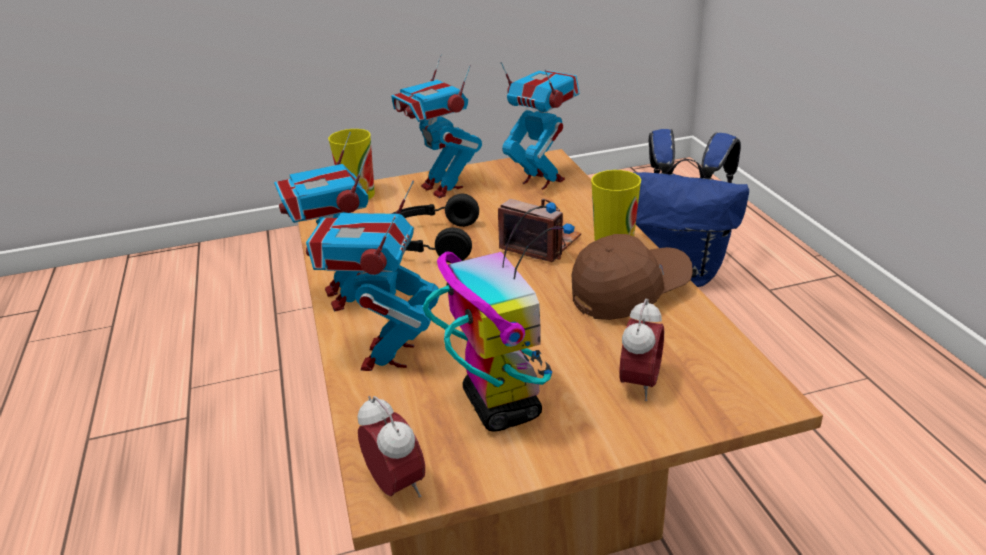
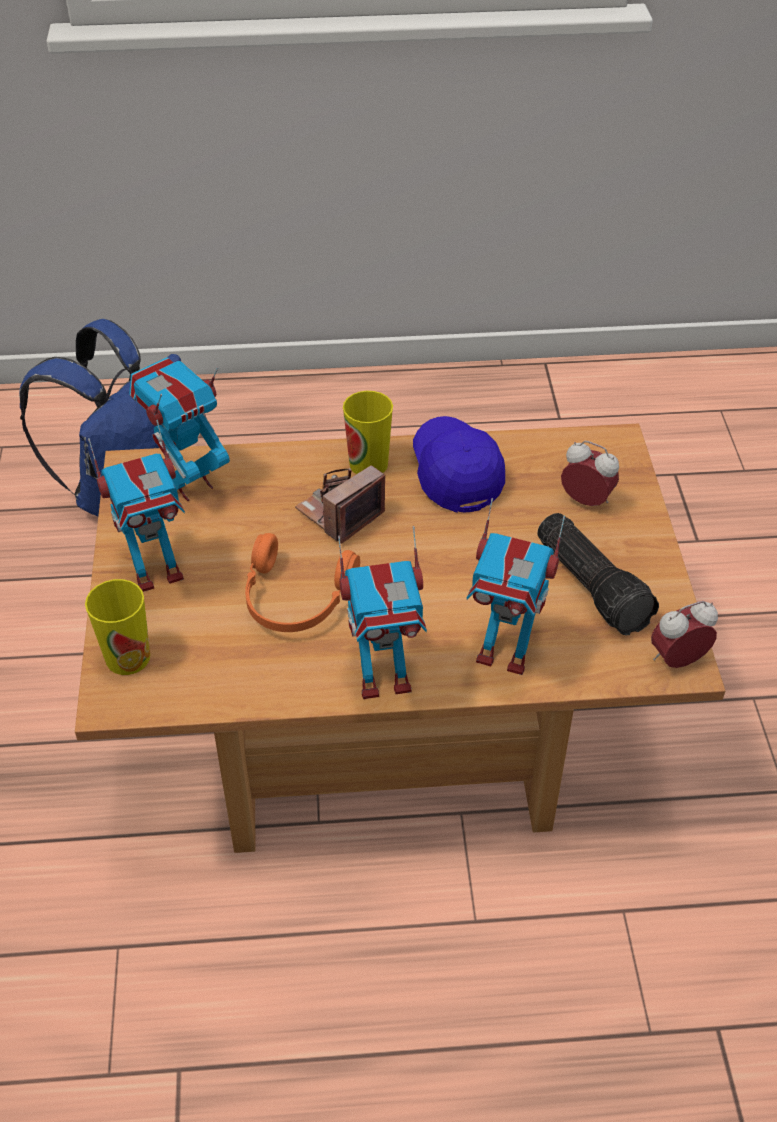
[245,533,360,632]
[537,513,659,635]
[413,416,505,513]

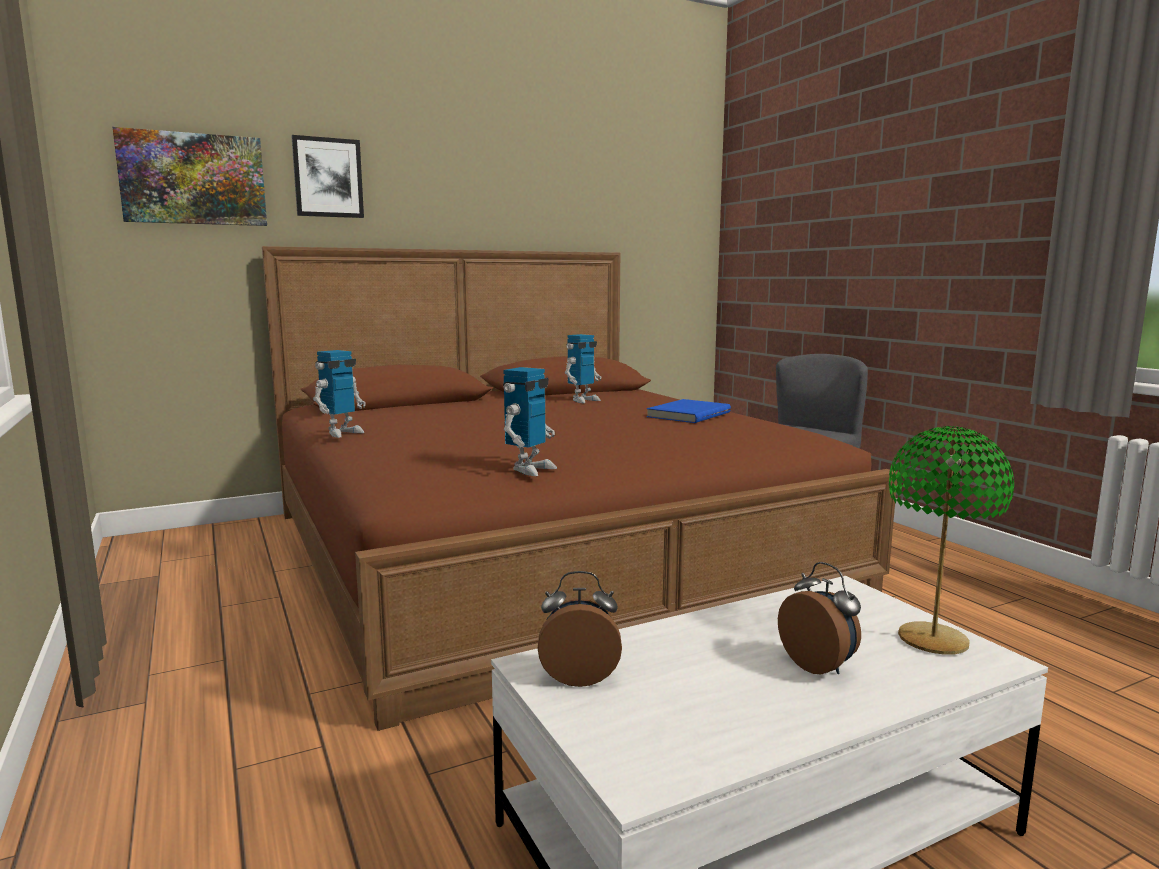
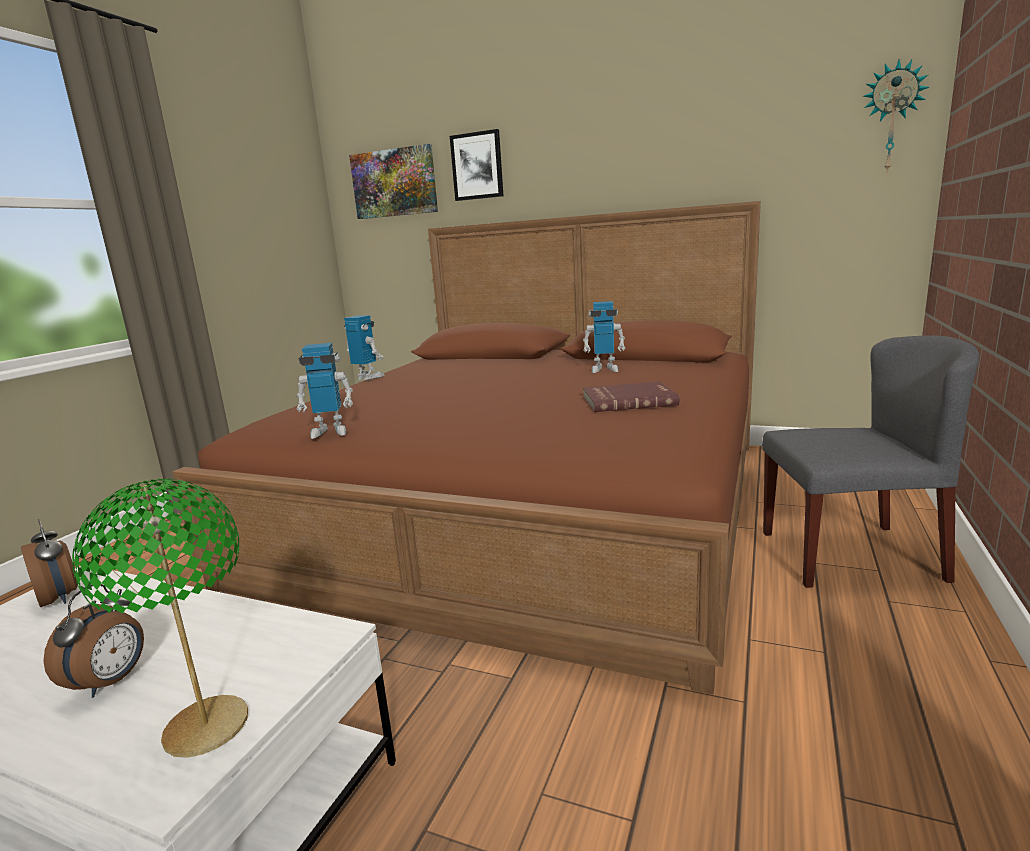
[344,315,385,380]
[583,381,680,412]
[863,59,929,173]

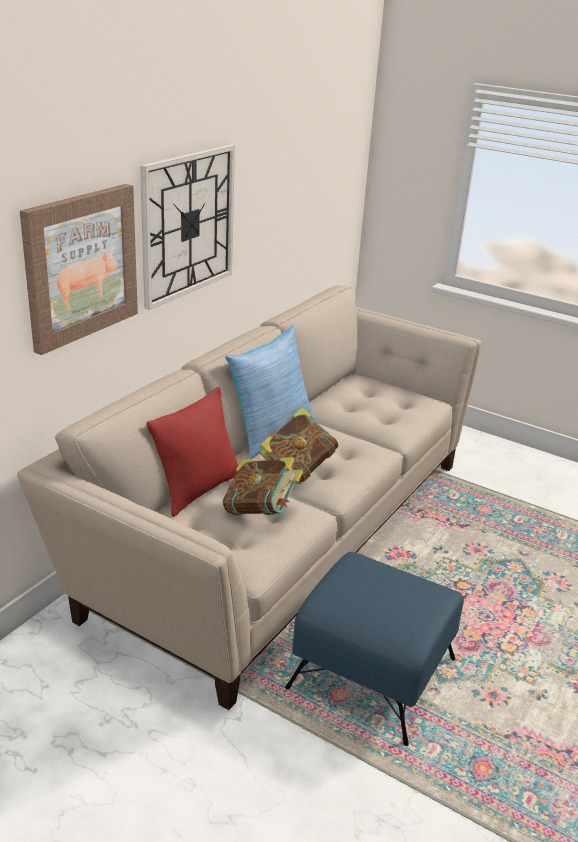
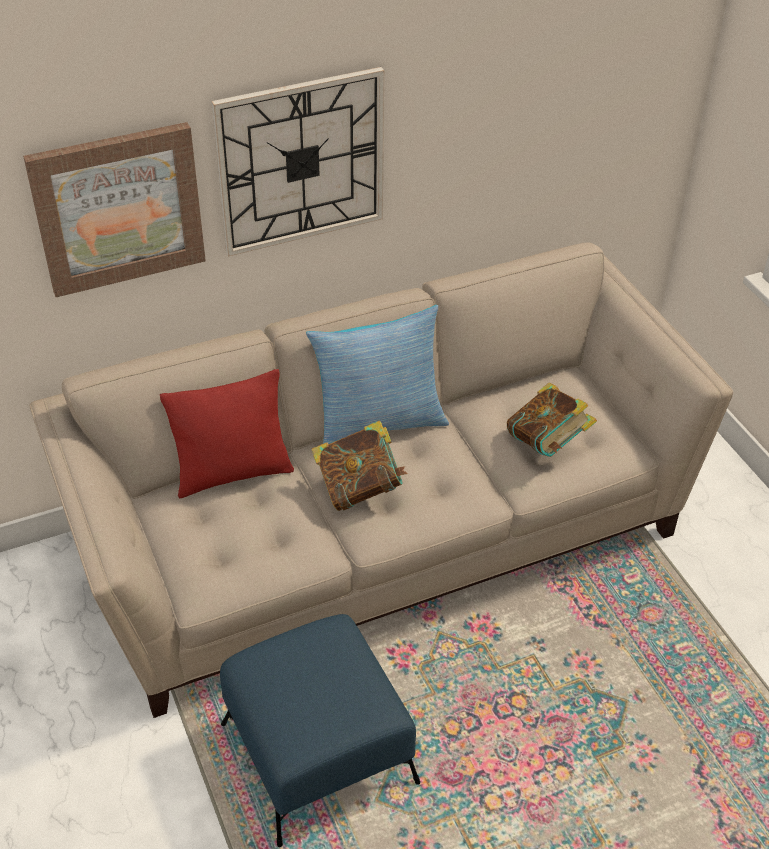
[507,383,597,457]

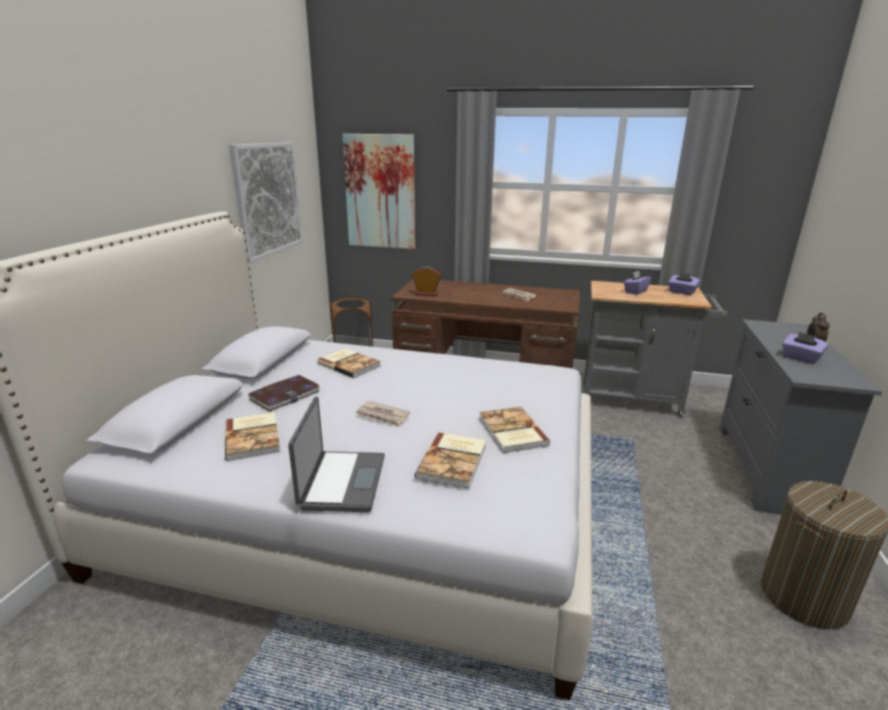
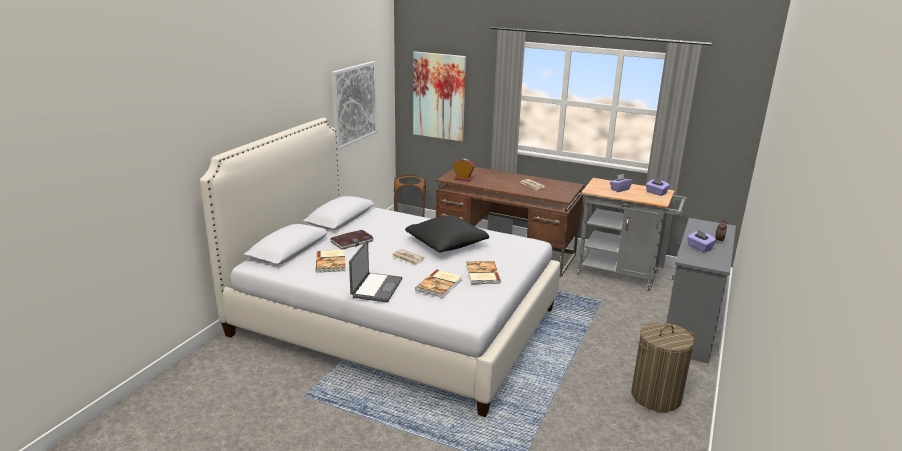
[317,348,381,378] (first image)
[405,215,489,253]

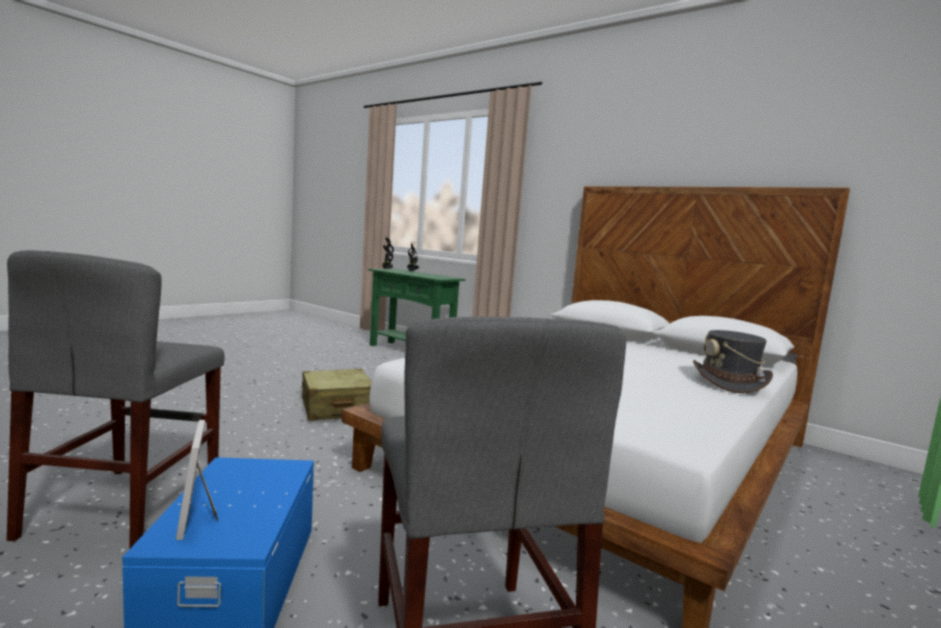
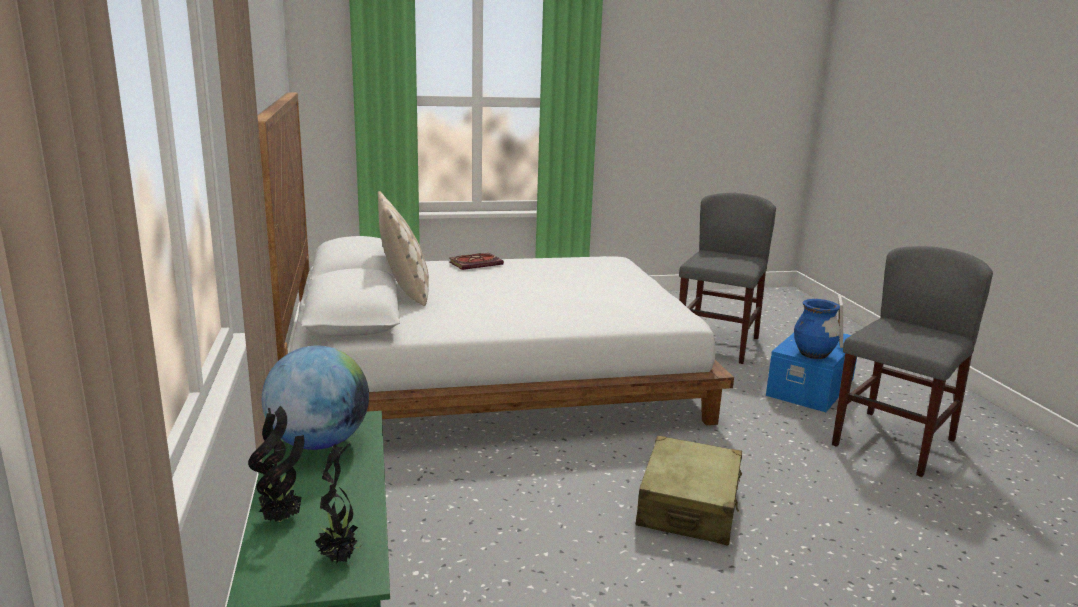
[449,253,504,270]
[378,191,429,306]
[794,299,841,359]
[262,346,369,450]

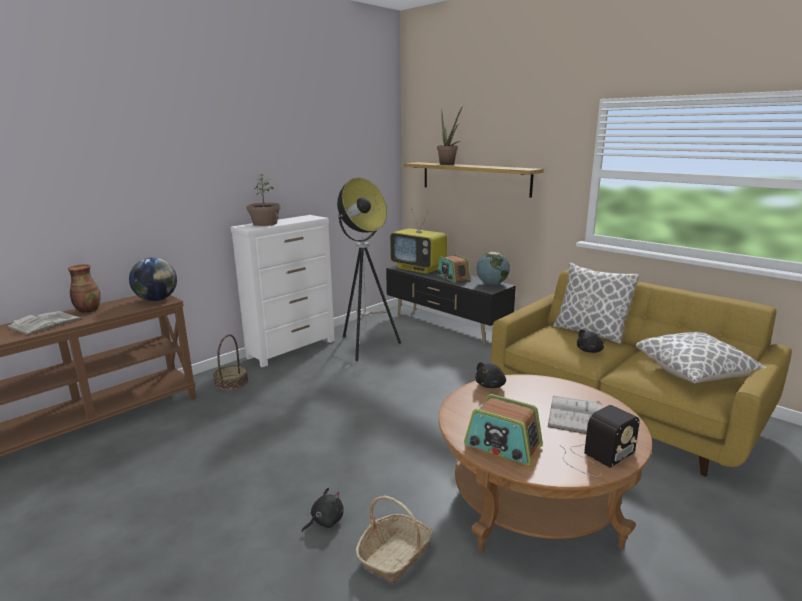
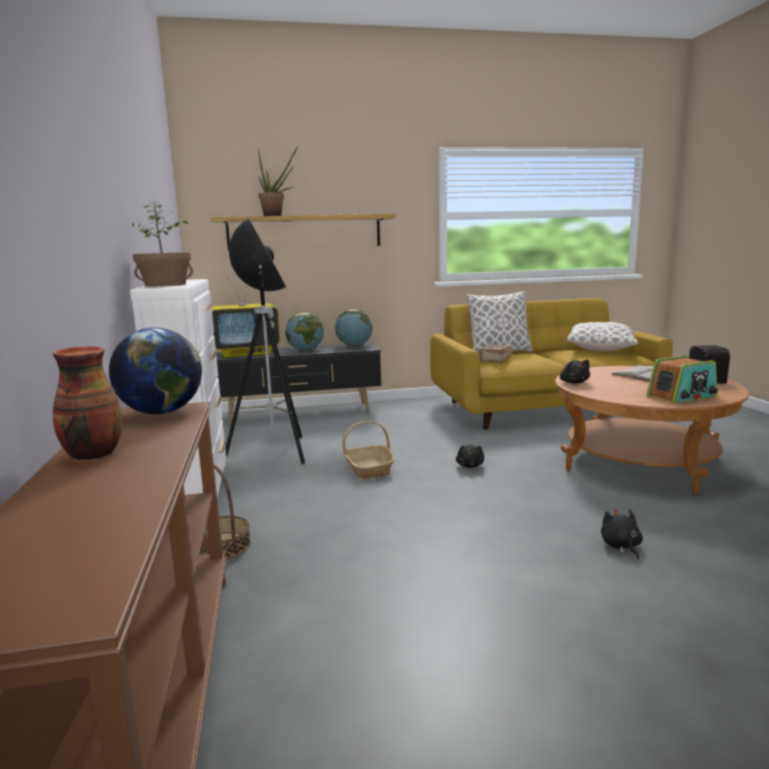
[285,313,324,351]
[6,311,83,336] (first image)
[456,445,484,468]
[342,421,395,479]
[479,344,512,363]

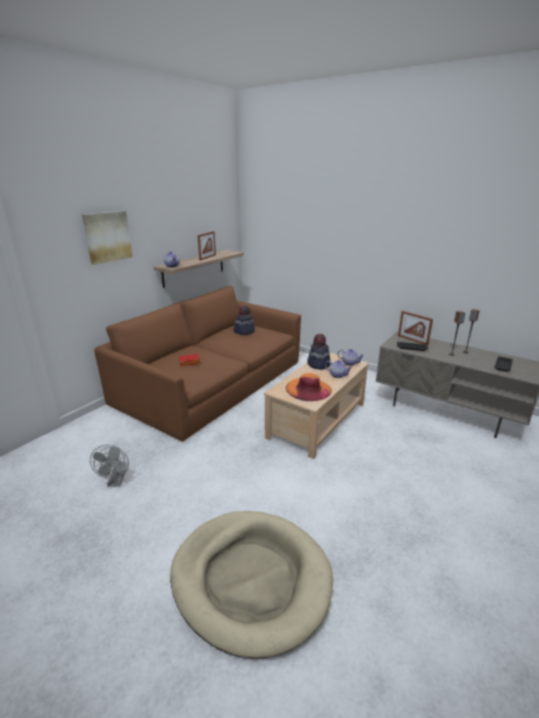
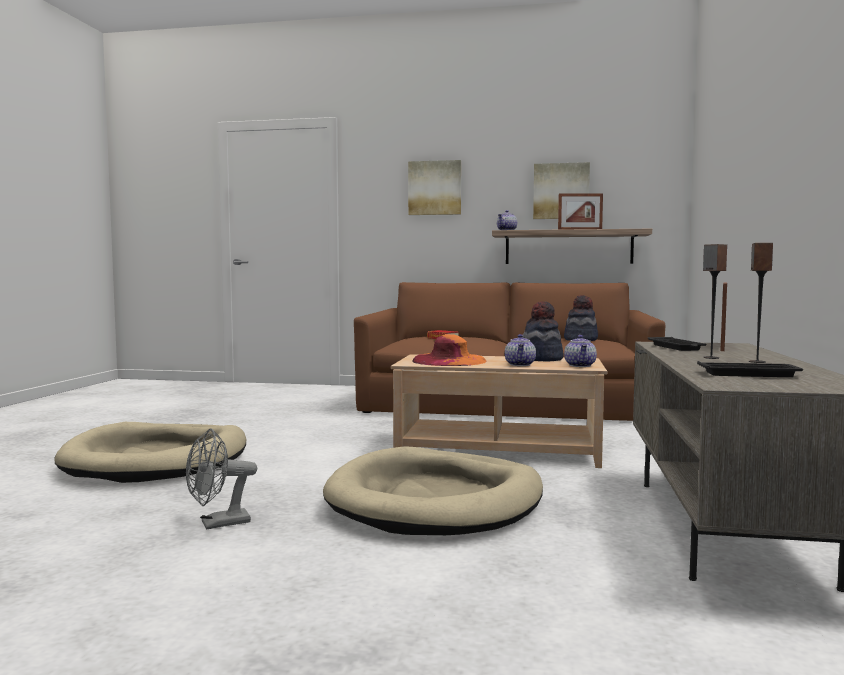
[186,428,257,530]
[533,162,590,219]
[323,446,543,535]

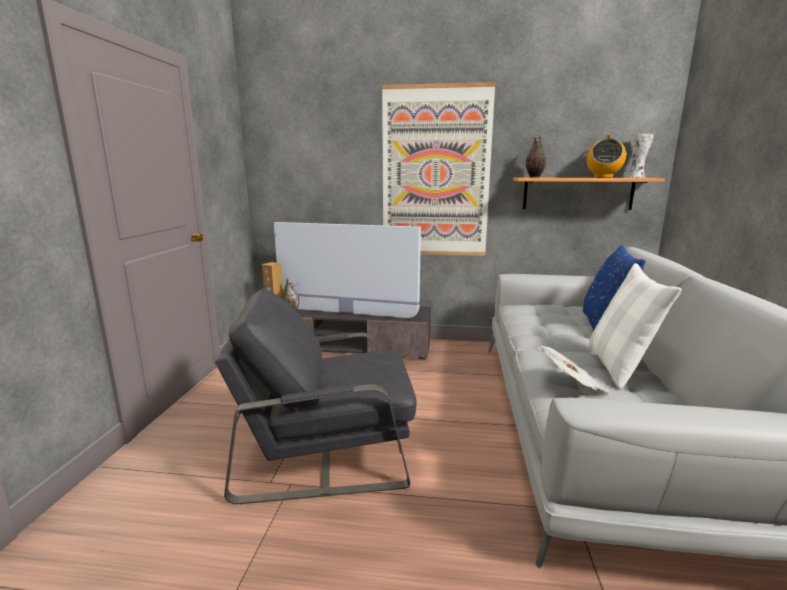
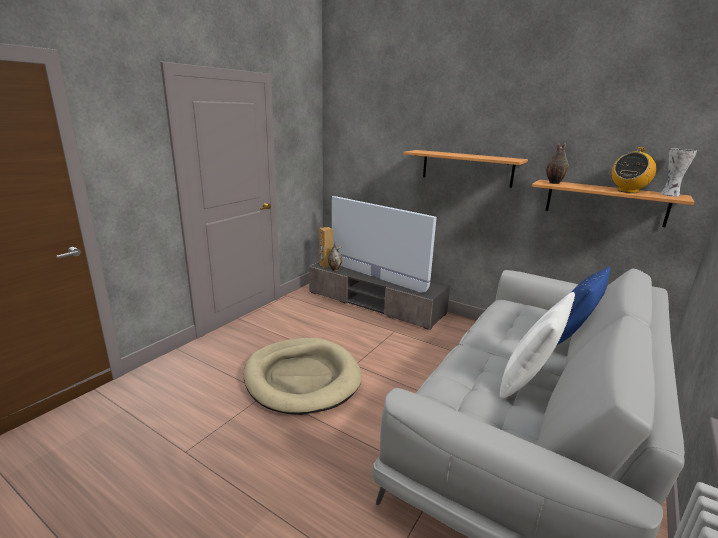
[403,150,528,188]
[244,338,362,415]
[536,346,612,393] (first image)

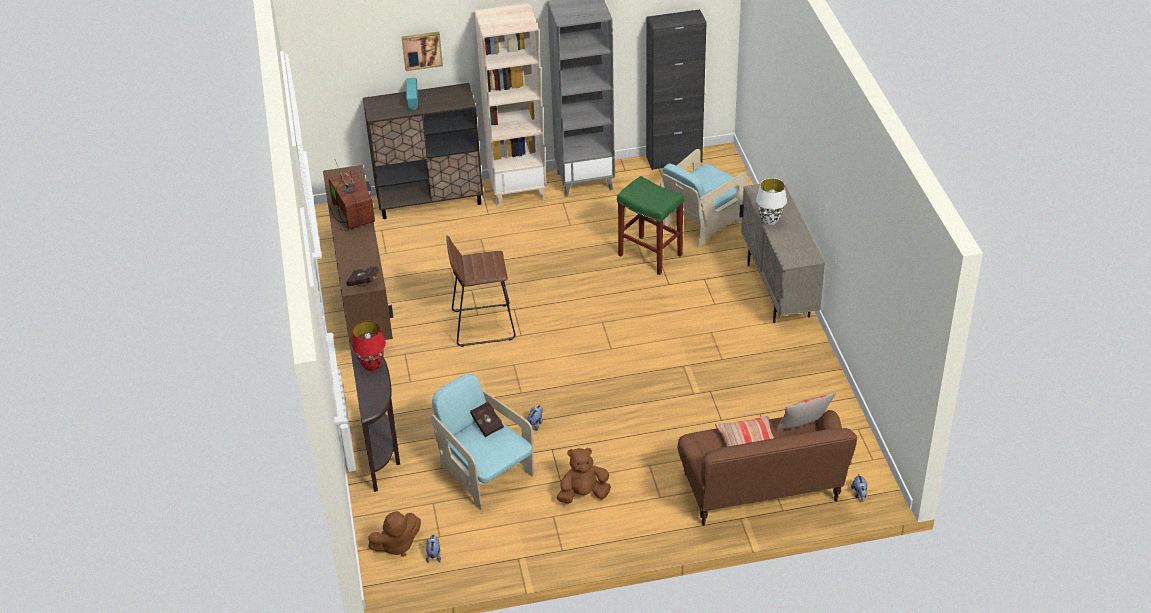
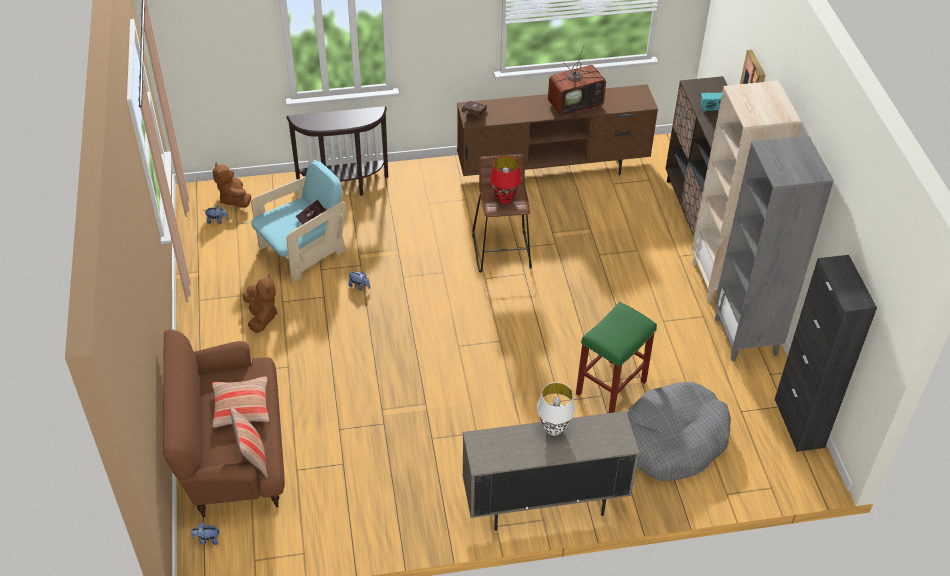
[627,382,731,481]
[490,156,521,204]

